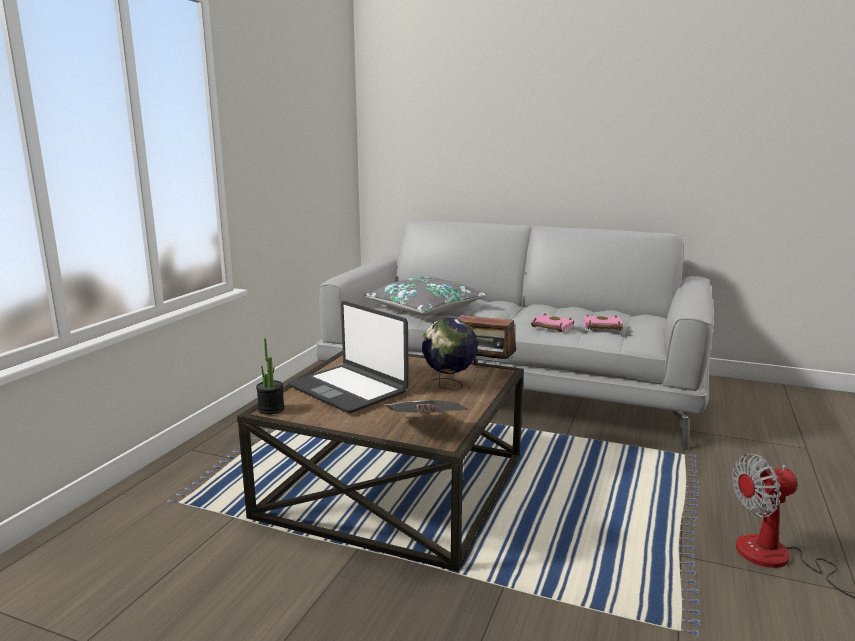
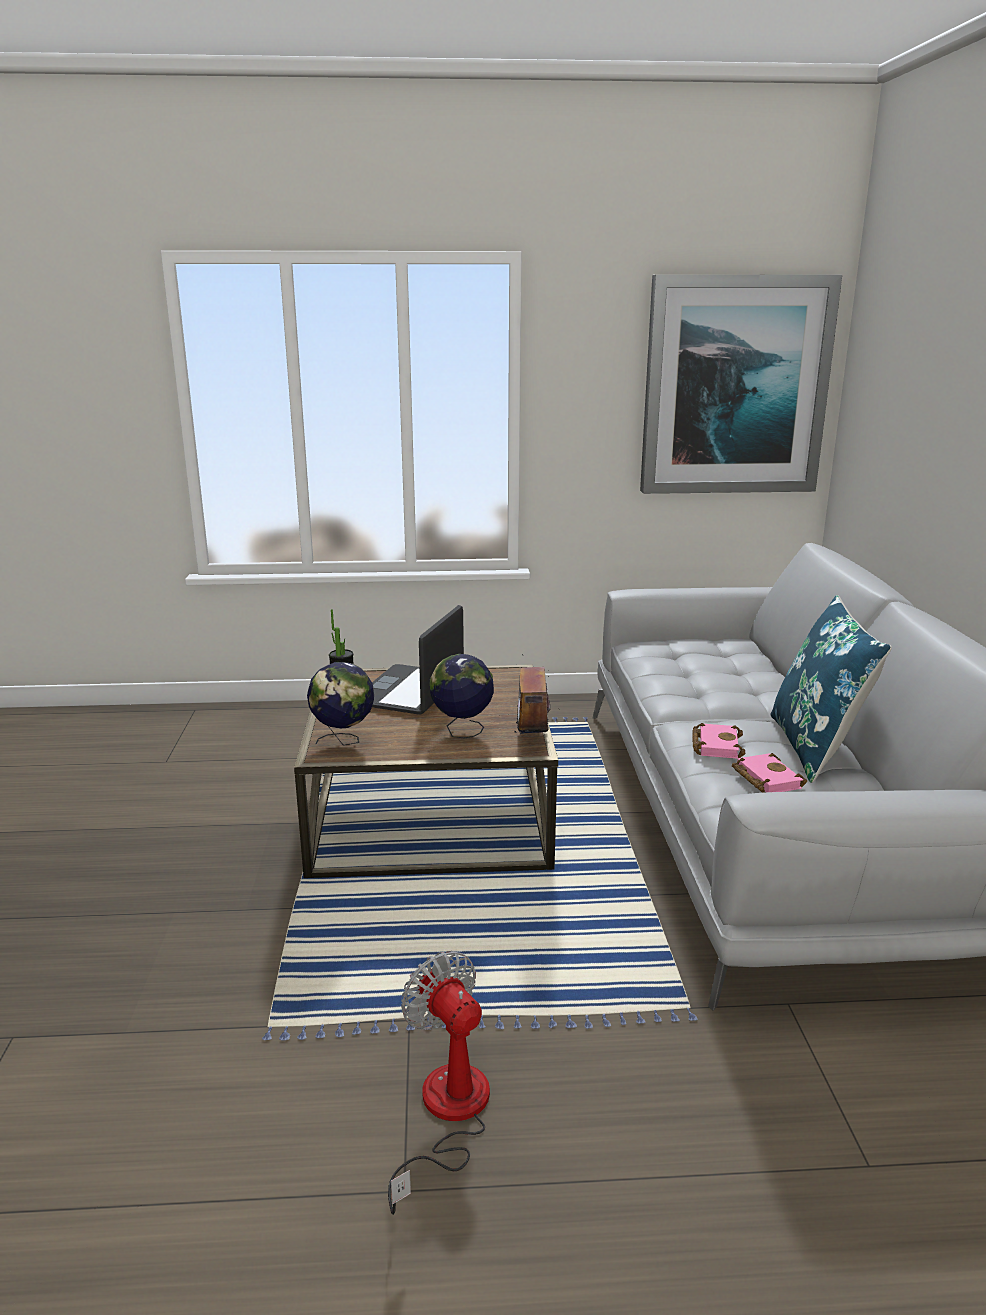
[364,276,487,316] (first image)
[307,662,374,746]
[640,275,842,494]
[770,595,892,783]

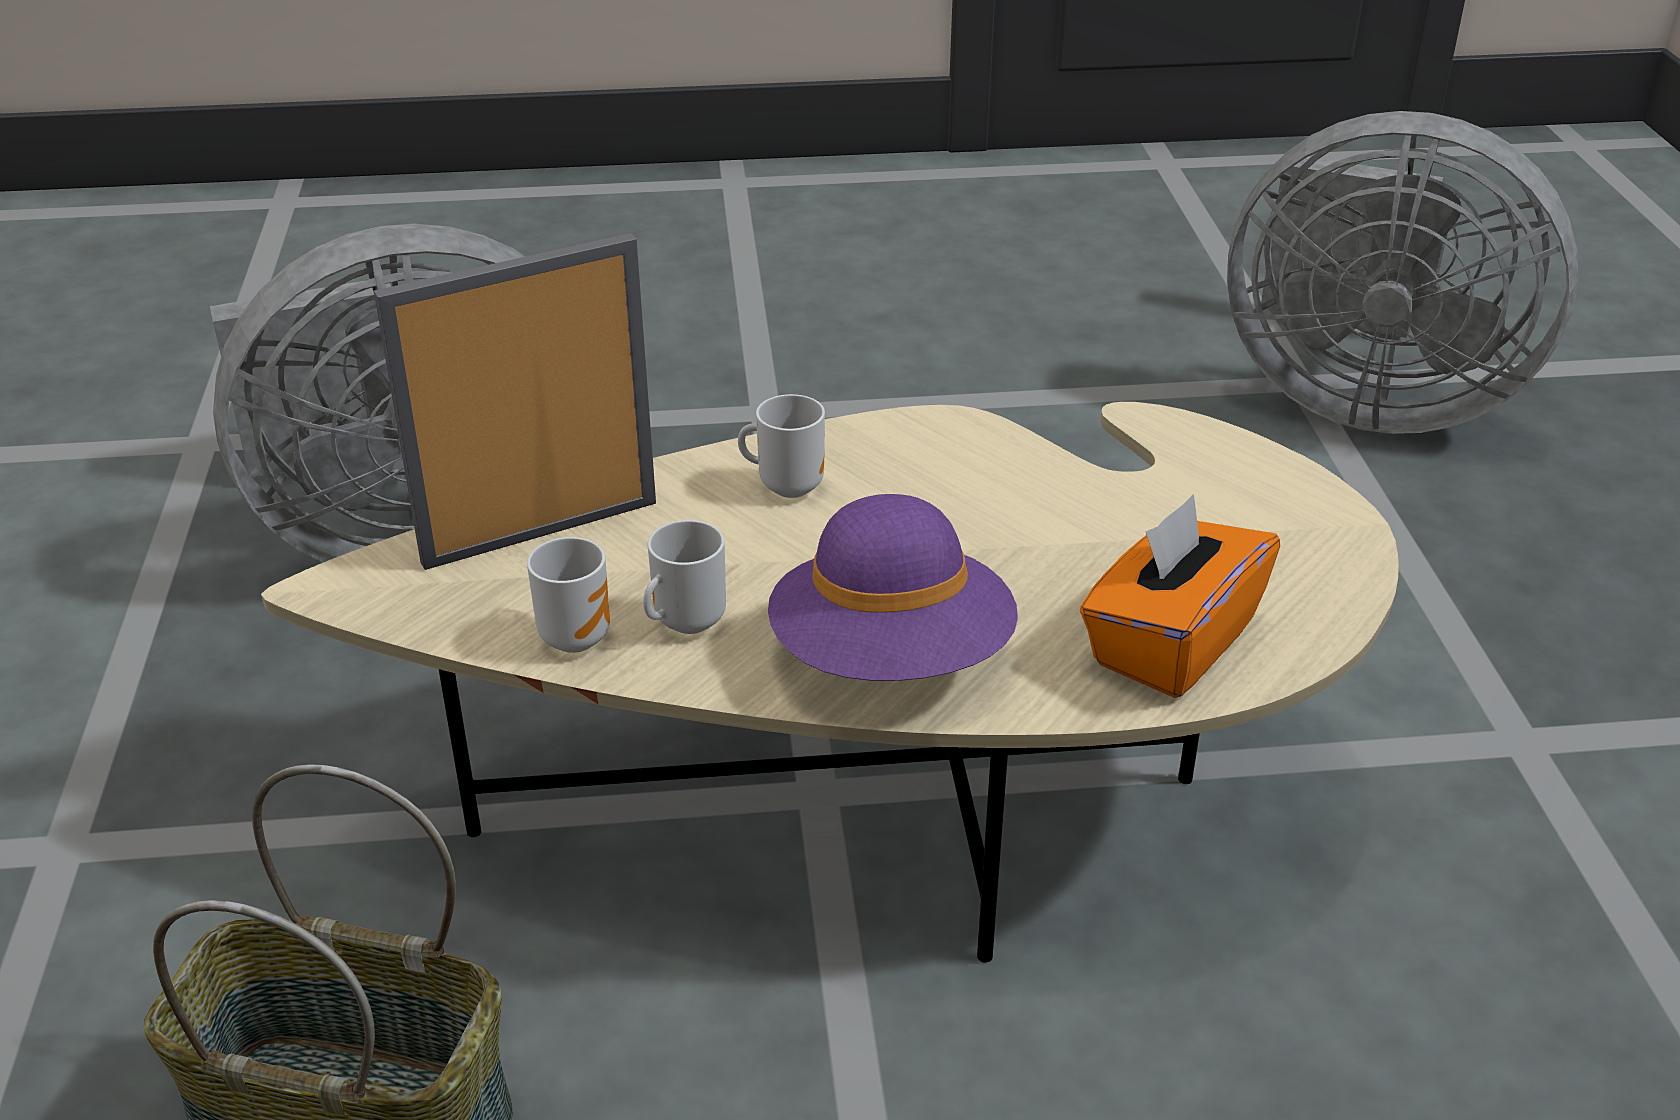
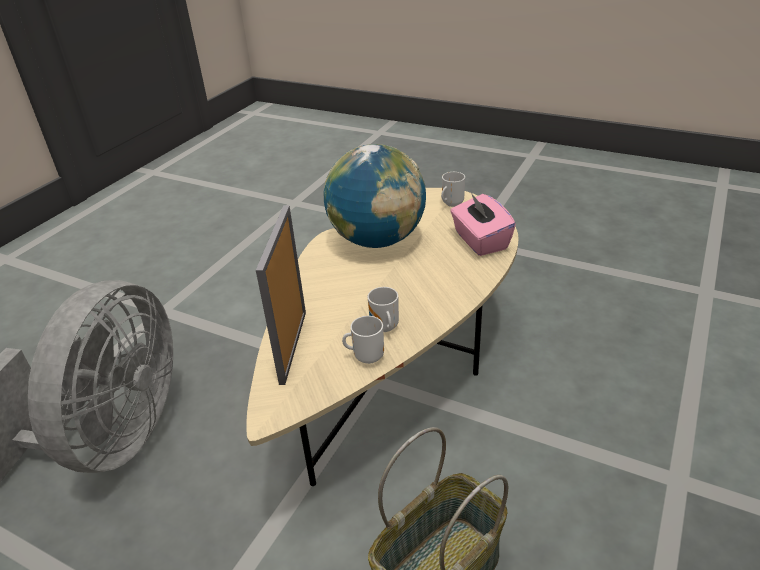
[1227,111,1579,434] (first image)
[441,172,465,207]
[768,494,1018,681] (first image)
[450,193,516,256]
[324,144,426,248]

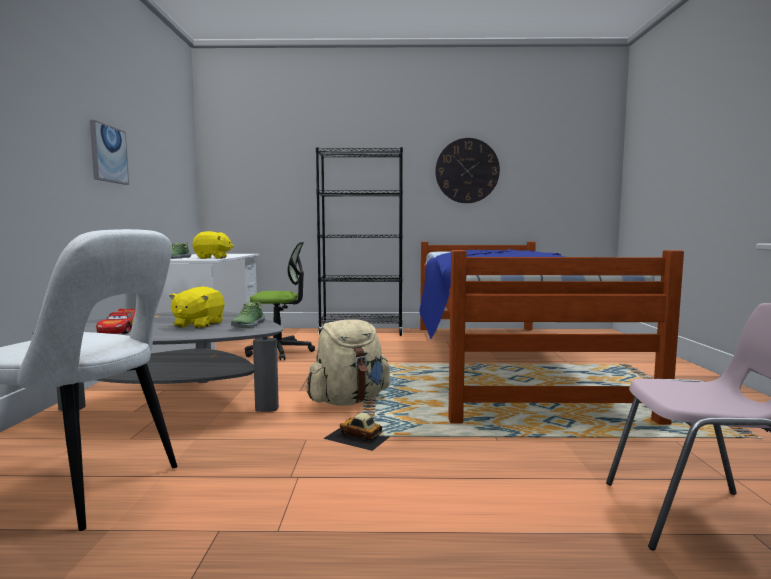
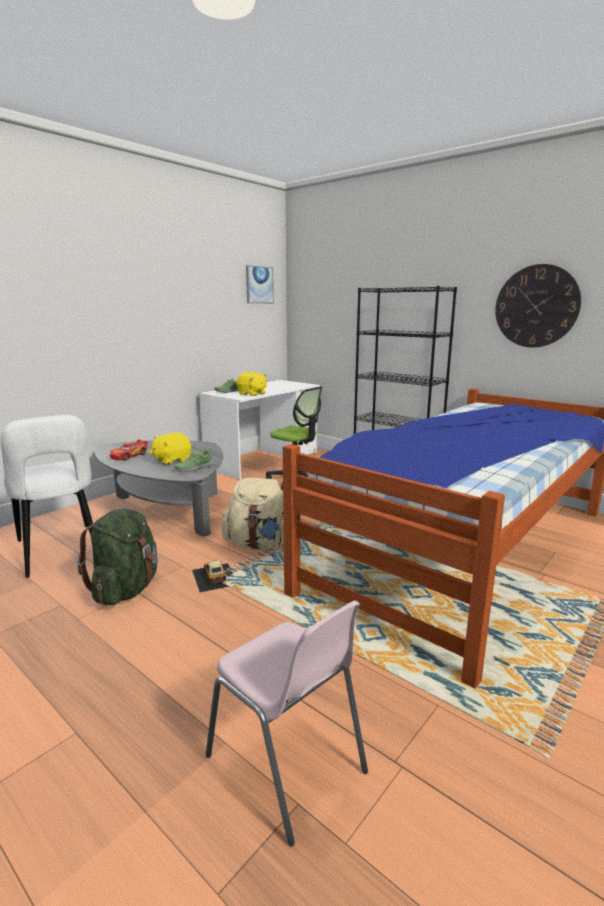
[246,265,274,304]
[77,509,158,605]

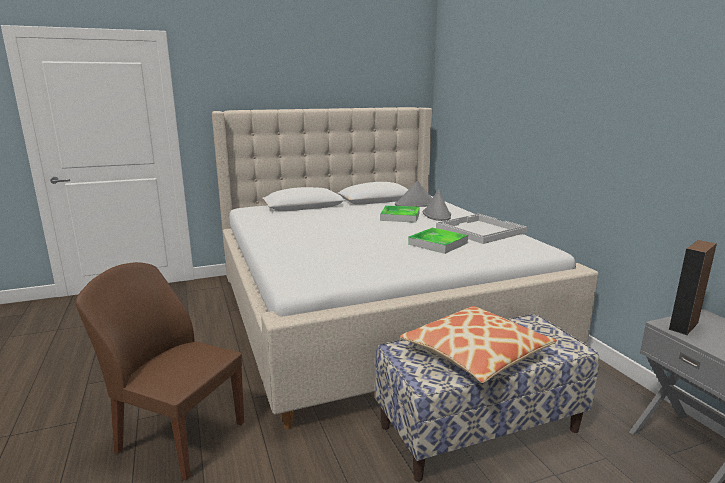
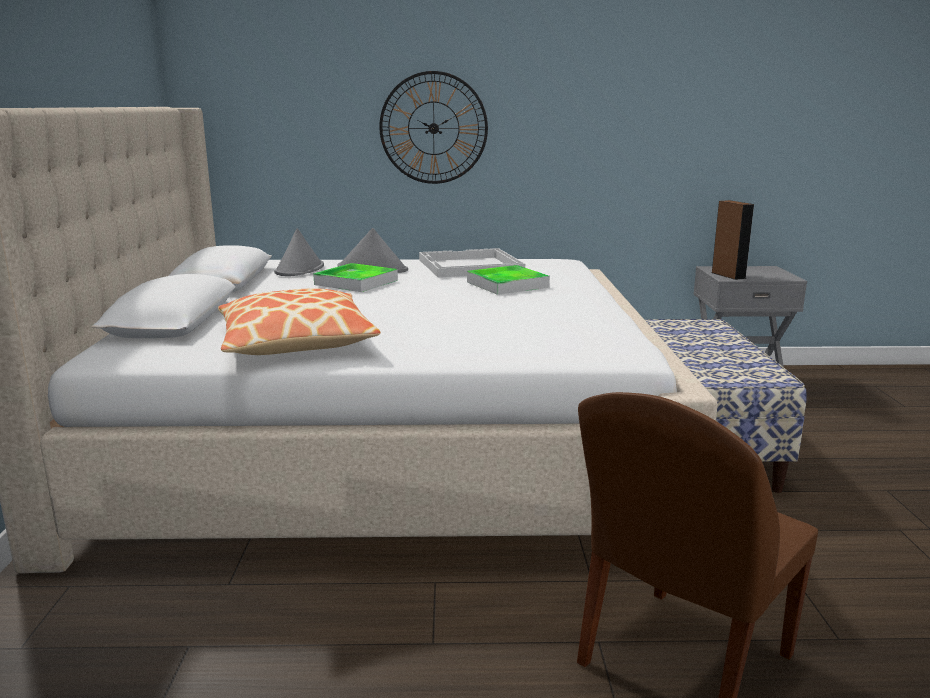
[218,288,380,355]
[379,71,488,184]

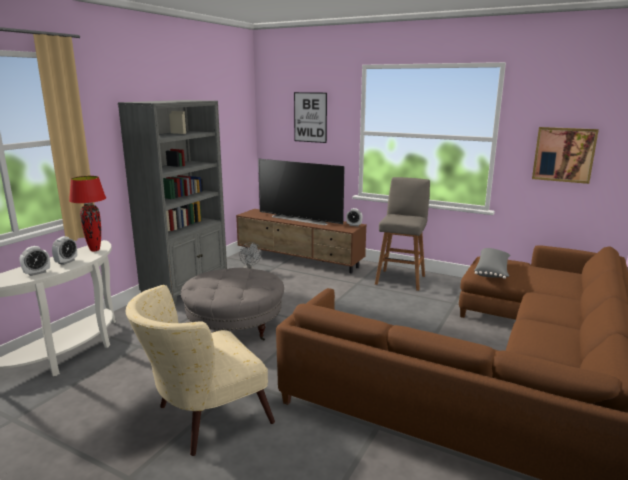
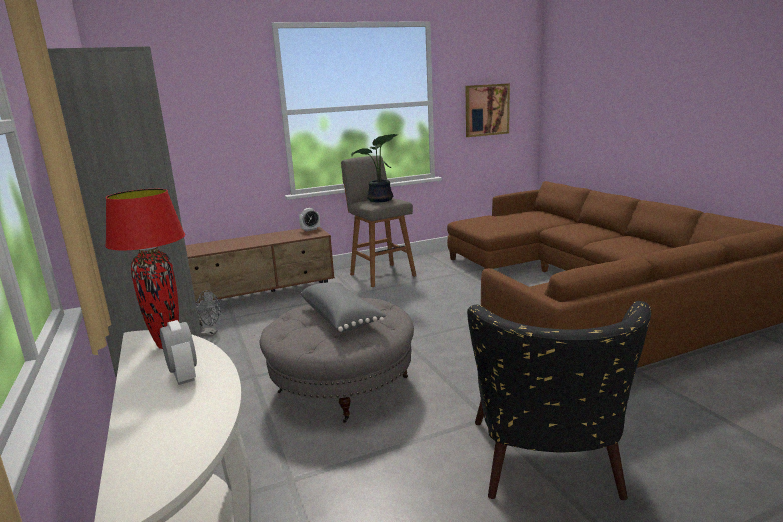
[294,92,327,143] (first image)
[258,159,345,225] (first image)
[20,246,50,276] (first image)
[300,282,386,332]
[467,301,651,500]
[351,134,398,202]

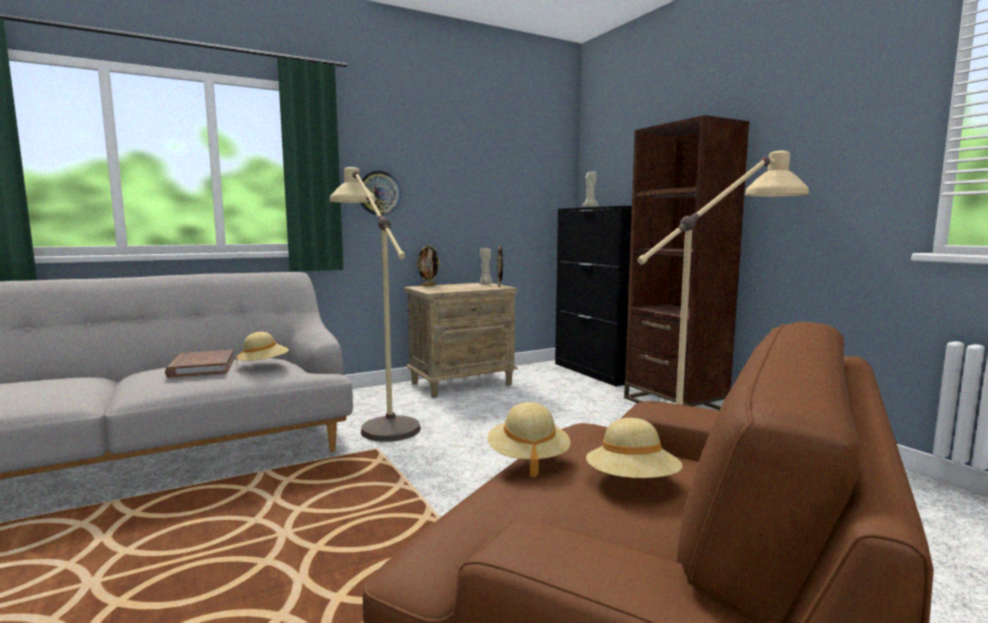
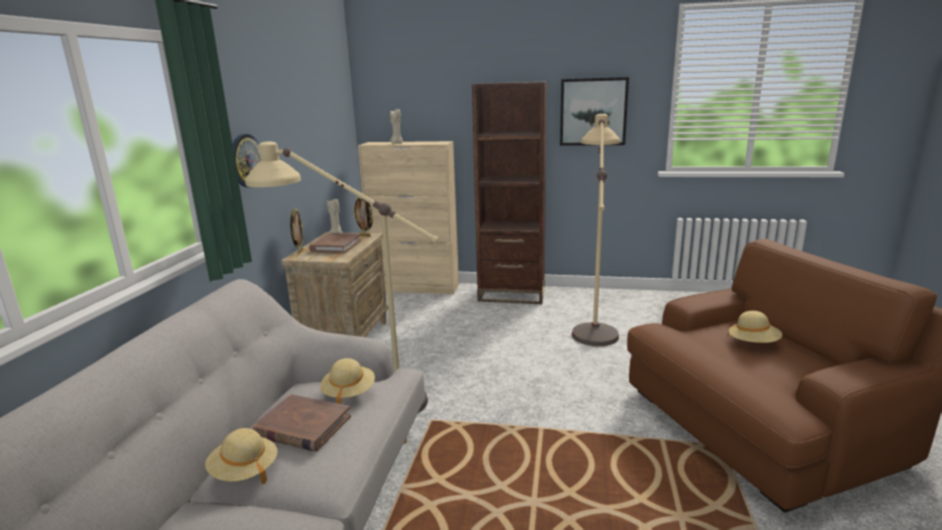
[358,141,459,294]
[205,428,277,484]
[560,77,629,146]
[309,233,362,253]

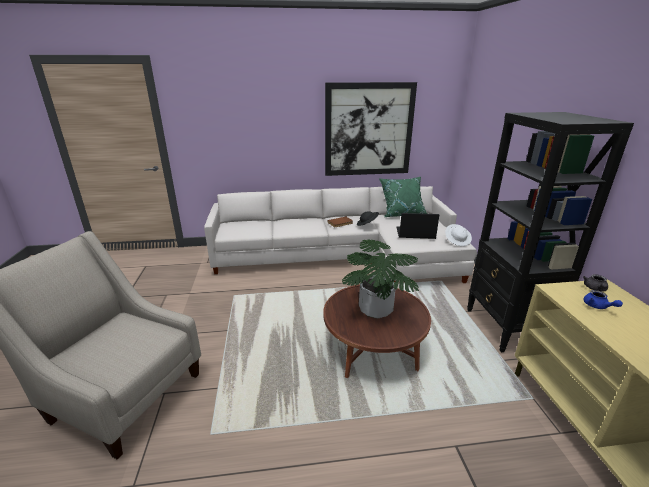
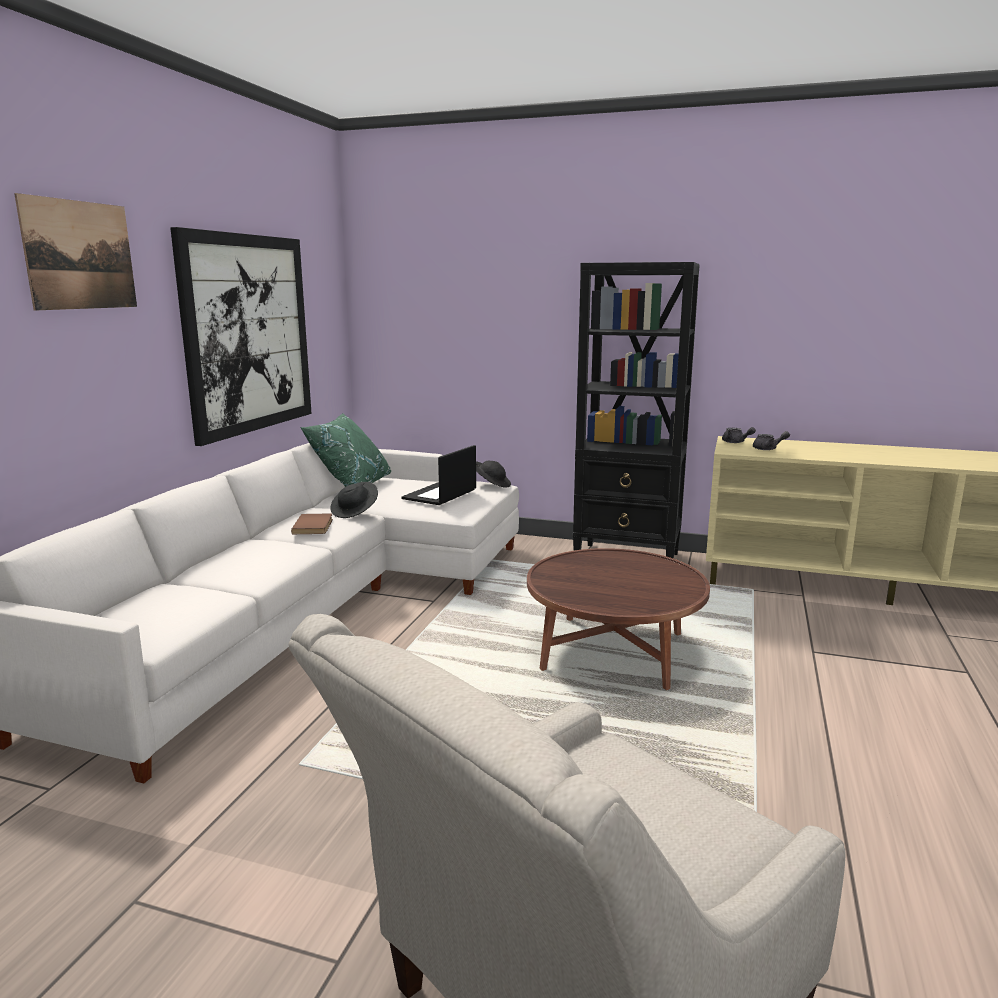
[476,461,511,488]
[342,239,419,319] (first image)
[753,431,790,450]
[14,193,137,310]

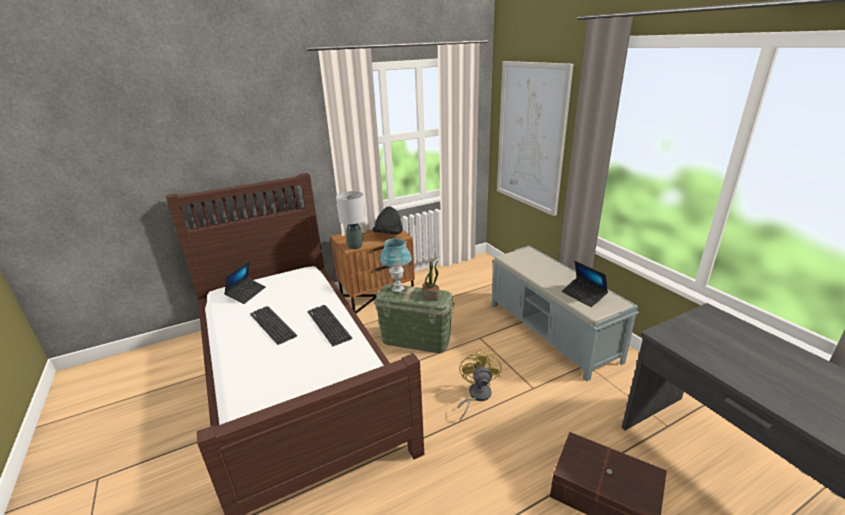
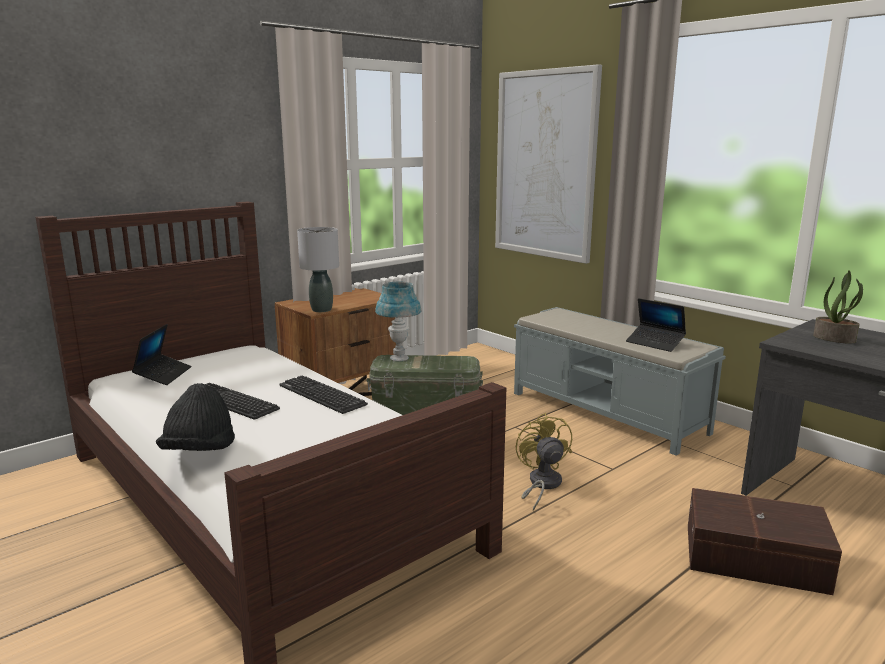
[156,383,235,451]
[813,270,863,344]

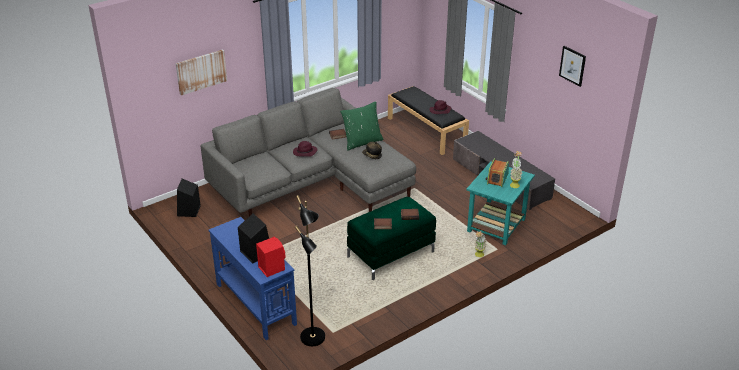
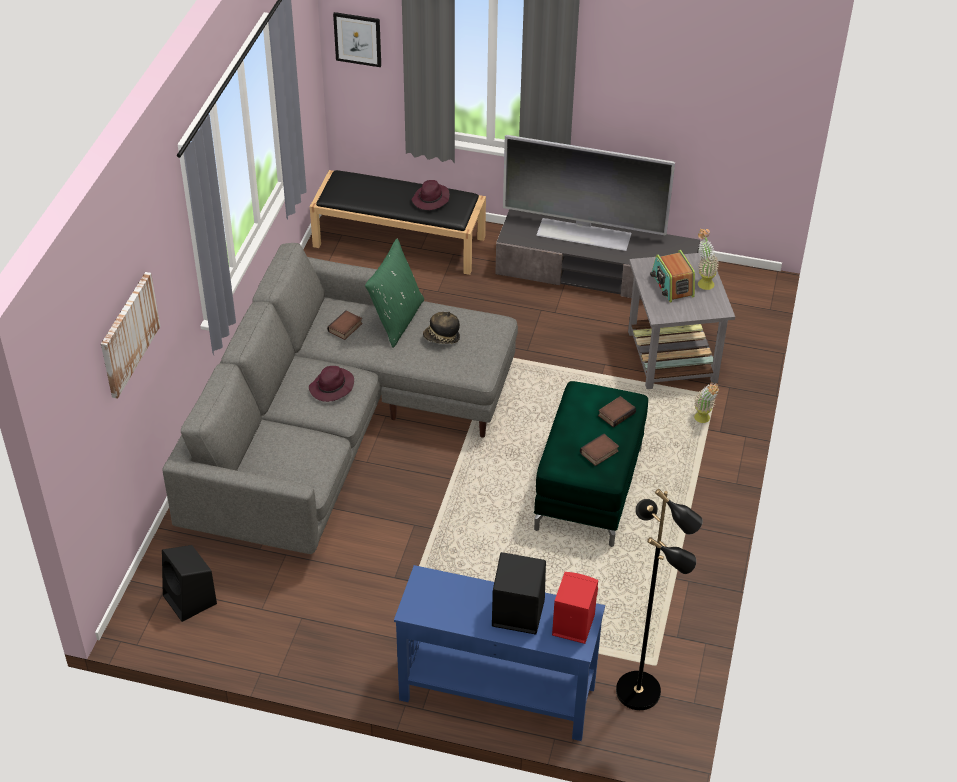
[333,12,381,67]
[628,253,735,389]
[503,135,675,251]

